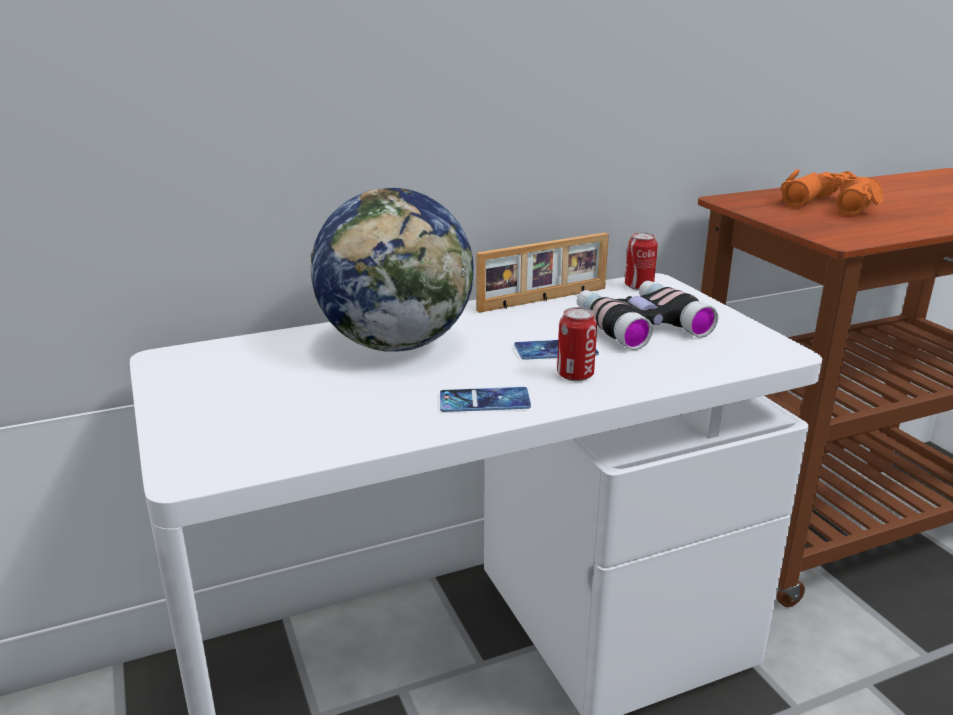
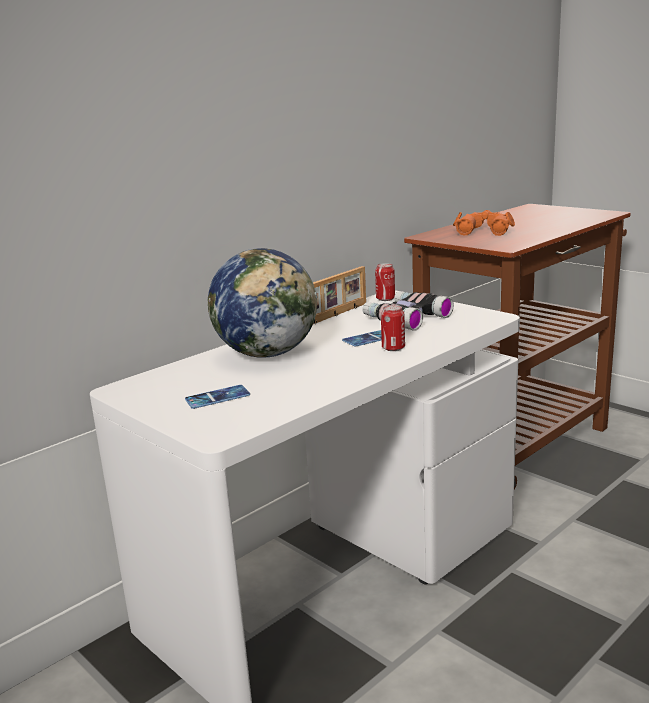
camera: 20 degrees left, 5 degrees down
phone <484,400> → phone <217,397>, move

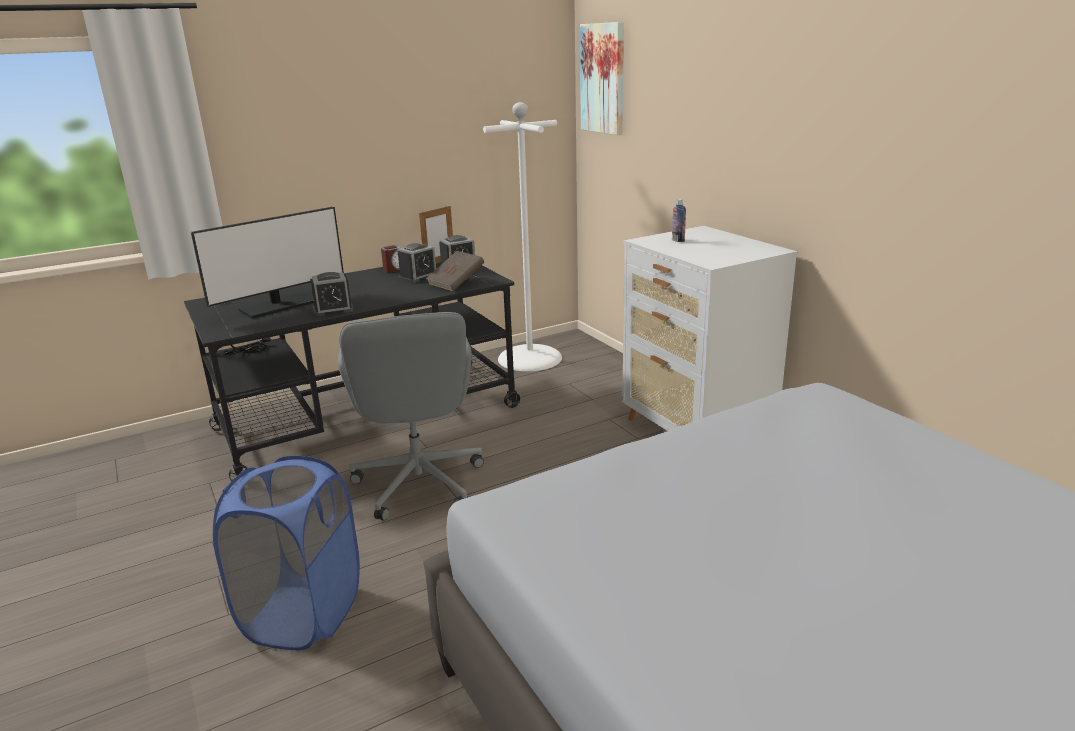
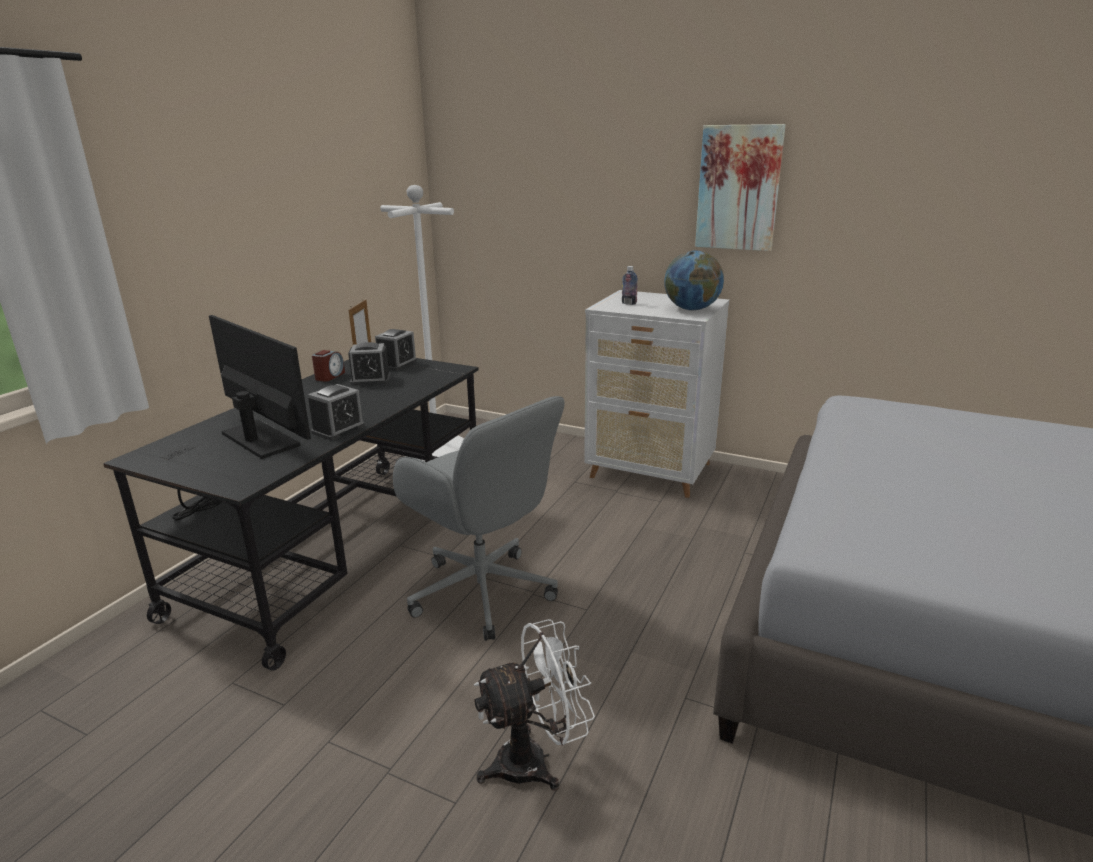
camera: 35 degrees left, 0 degrees up
brown book <456,283> → -
- → globe <691,309>
picture <603,78> → picture <738,188>, move
blue laundry basket <303,614> → white fan <534,760>
monitor <279,306> → monitor <260,439>, 60 degrees counterclockwise
alarm clock <418,277> → alarm clock <370,379>, 75 degrees clockwise

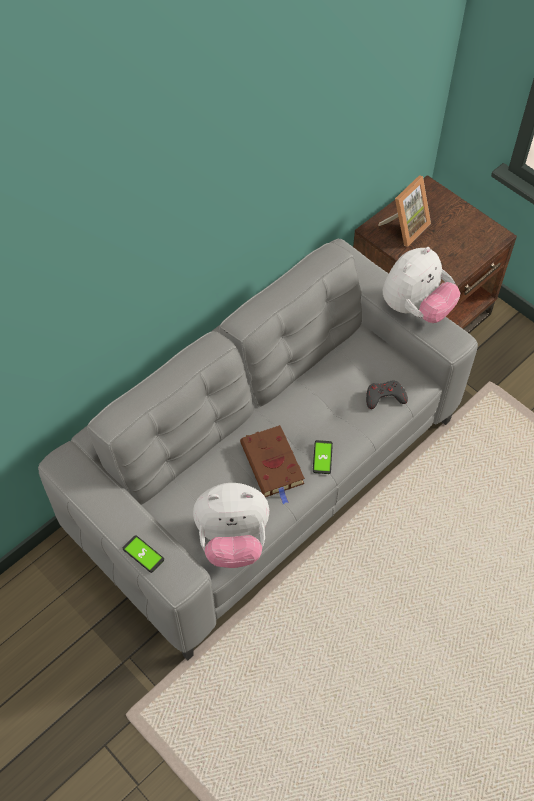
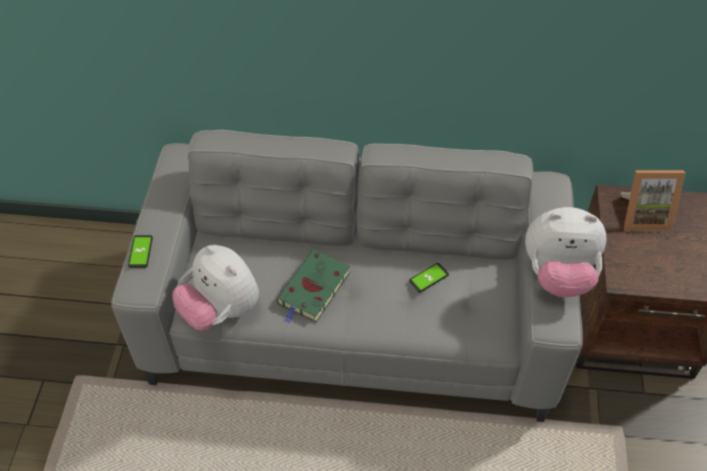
camera: 50 degrees right, 5 degrees down
grey game controller <384,397> → -
phone <322,457> → phone <428,278>, move
brown book <273,465> → green book <313,290>

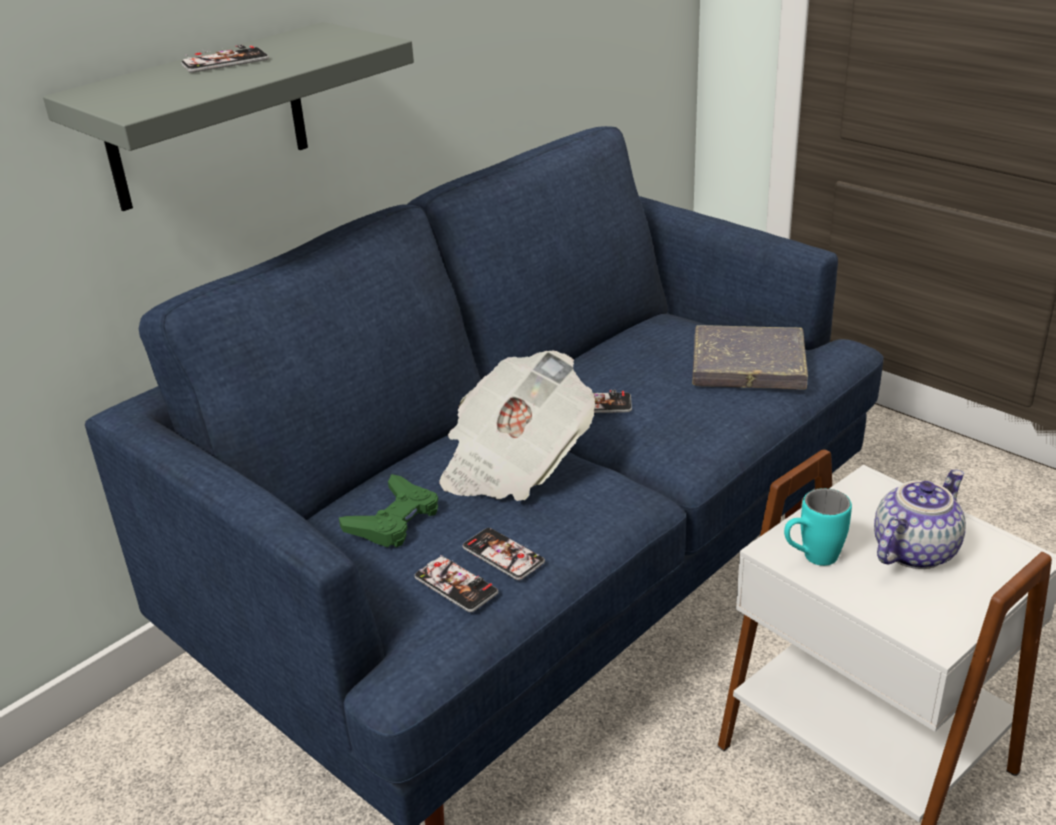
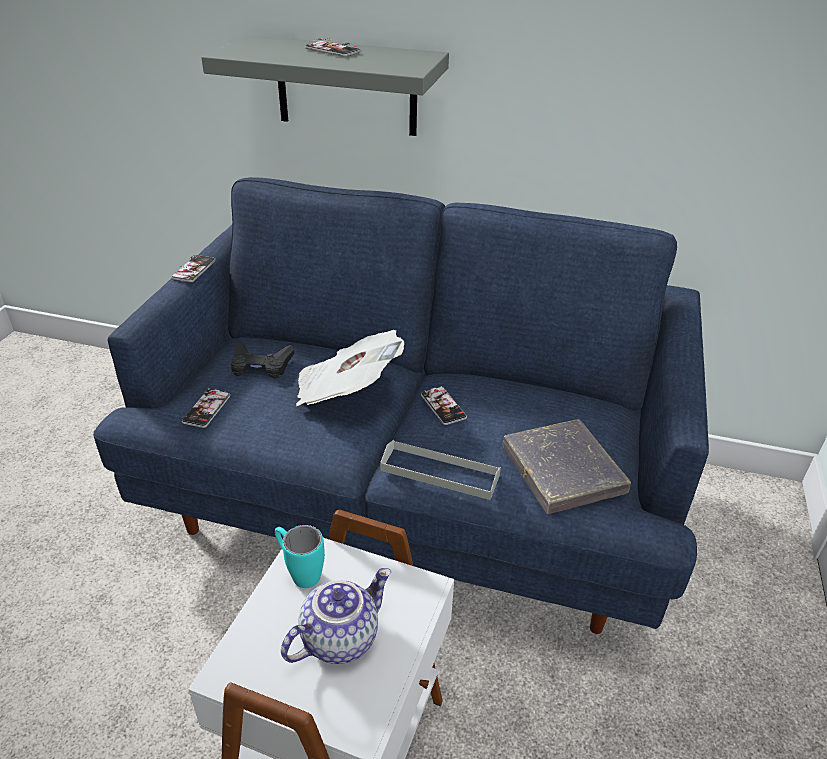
camera: 60 degrees right, 5 degrees up
- → grey tray <440,473>
phone <503,555> → phone <194,269>, move
green game controller <394,520> → black game controller <261,365>
teapot <913,550> → teapot <339,637>, 60 degrees counterclockwise

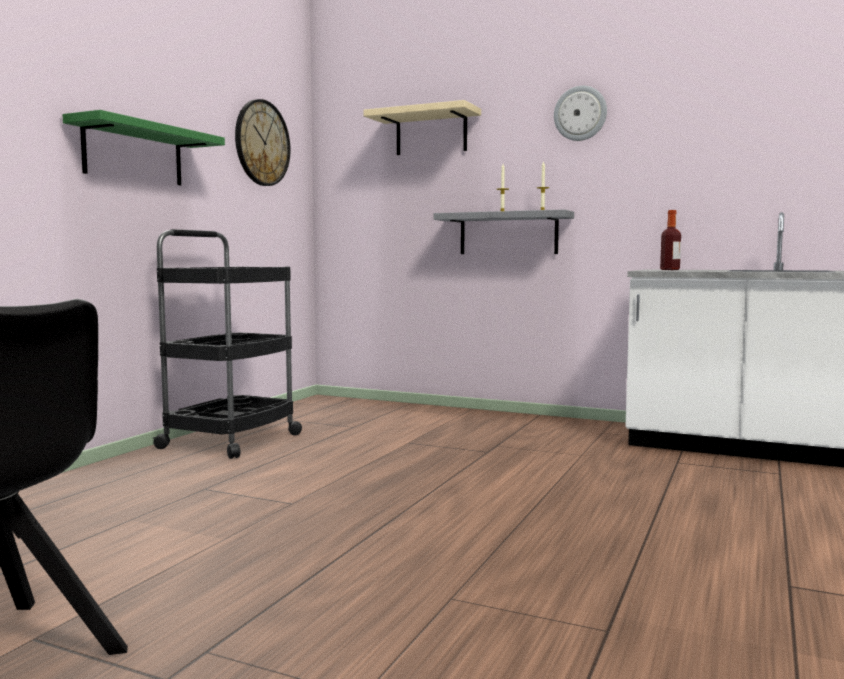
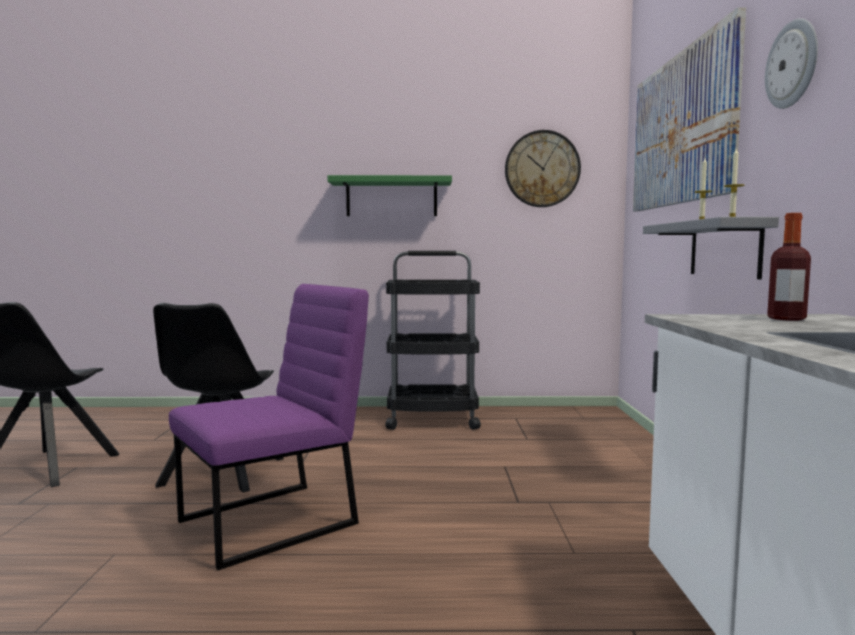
camera: 65 degrees right, 0 degrees up
- → black chair <221,473>
- → purple chair <274,521>
beige shelf <431,133> → picture <681,129>

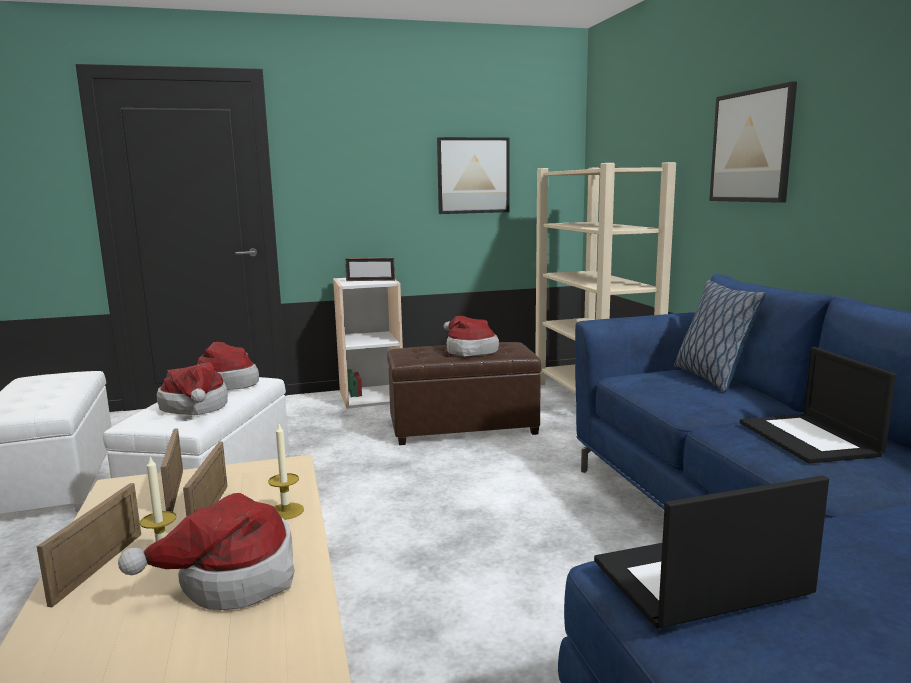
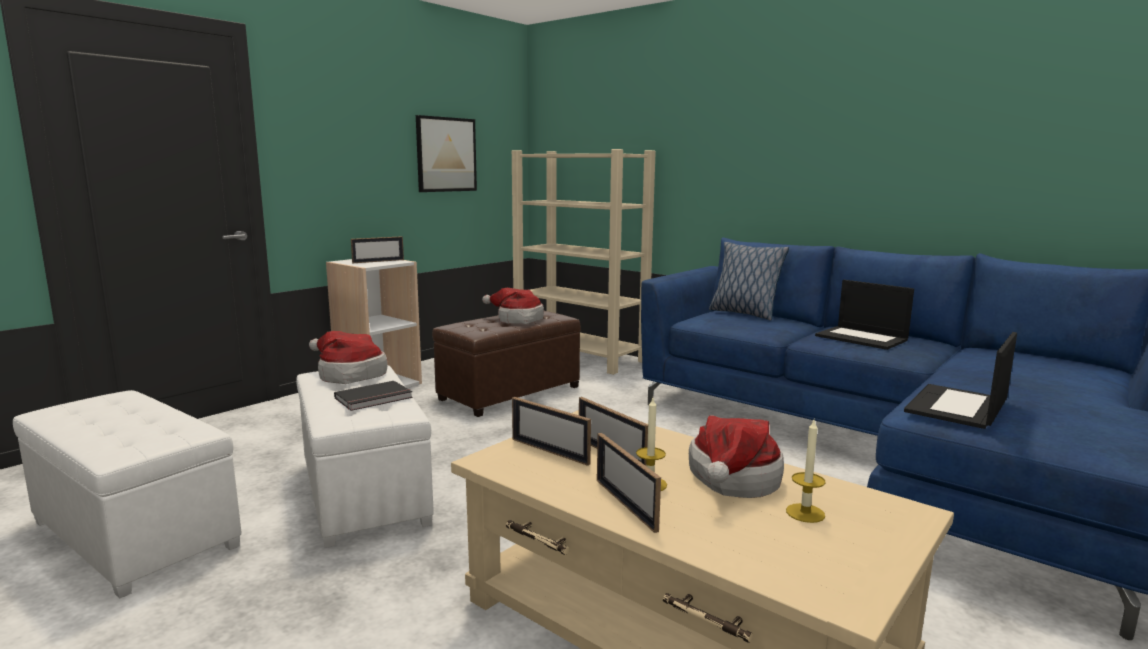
camera: 35 degrees left, 0 degrees up
picture <751,146> → -
candle <286,511> → candle <805,513>, move
hat <195,408> → black book <374,398>

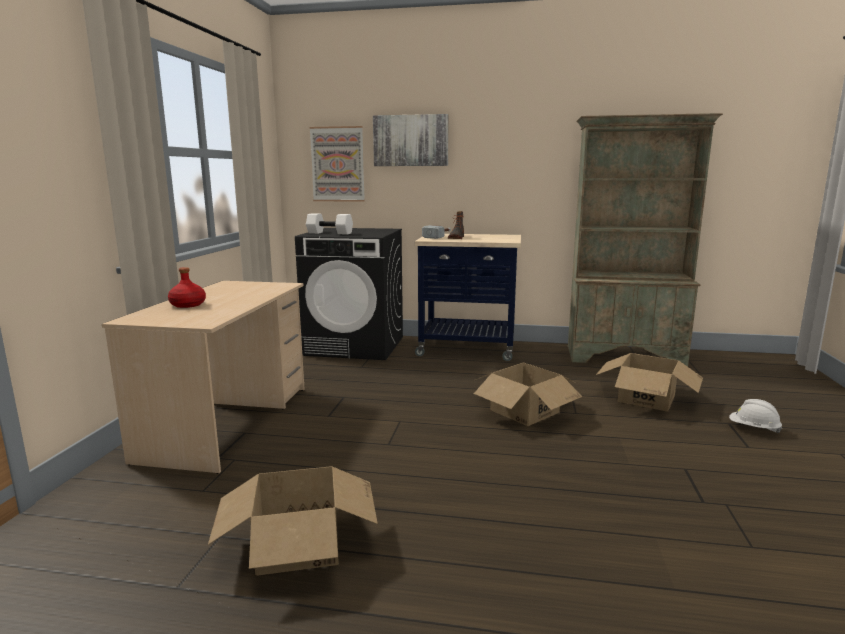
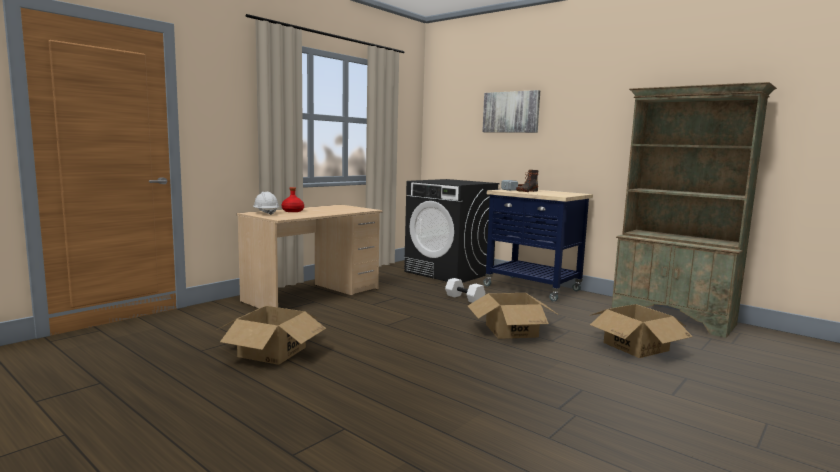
camera: 30 degrees right, 5 degrees down
picture <337,164> → -
white dumbbell <329,233> → white dumbbell <463,298>, move
white hard hat <753,429> → white hard hat <266,213>, move

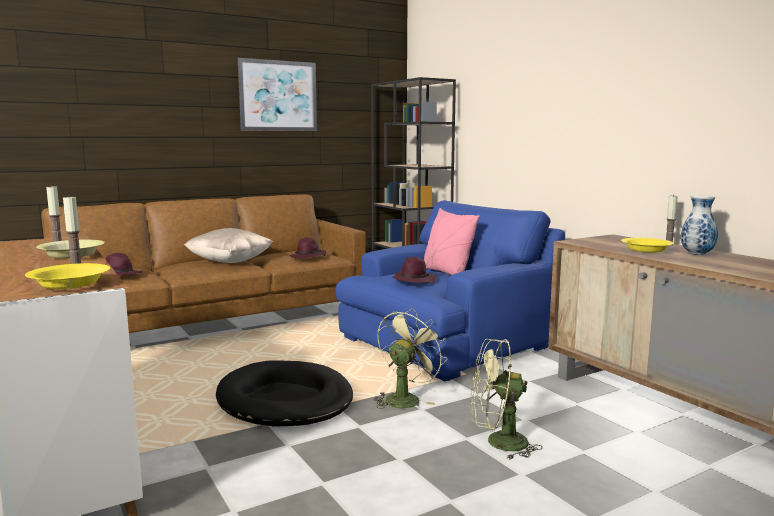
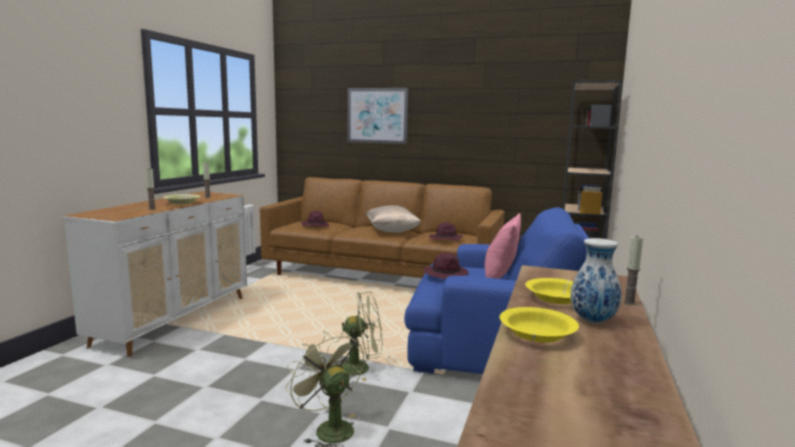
camera: 50 degrees right, 0 degrees up
black dog bed <285,400> → -
yellow bowl <69,285> → yellow bowl <537,334>, move
picture <278,96> → picture <377,115>, move

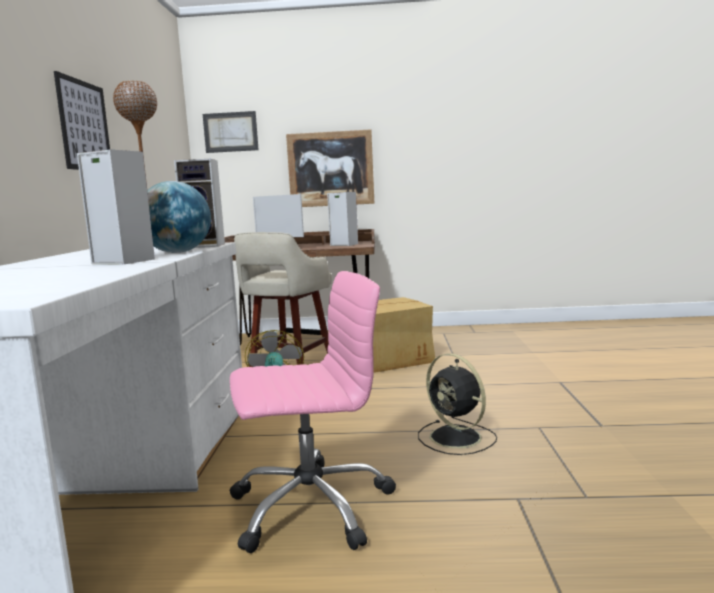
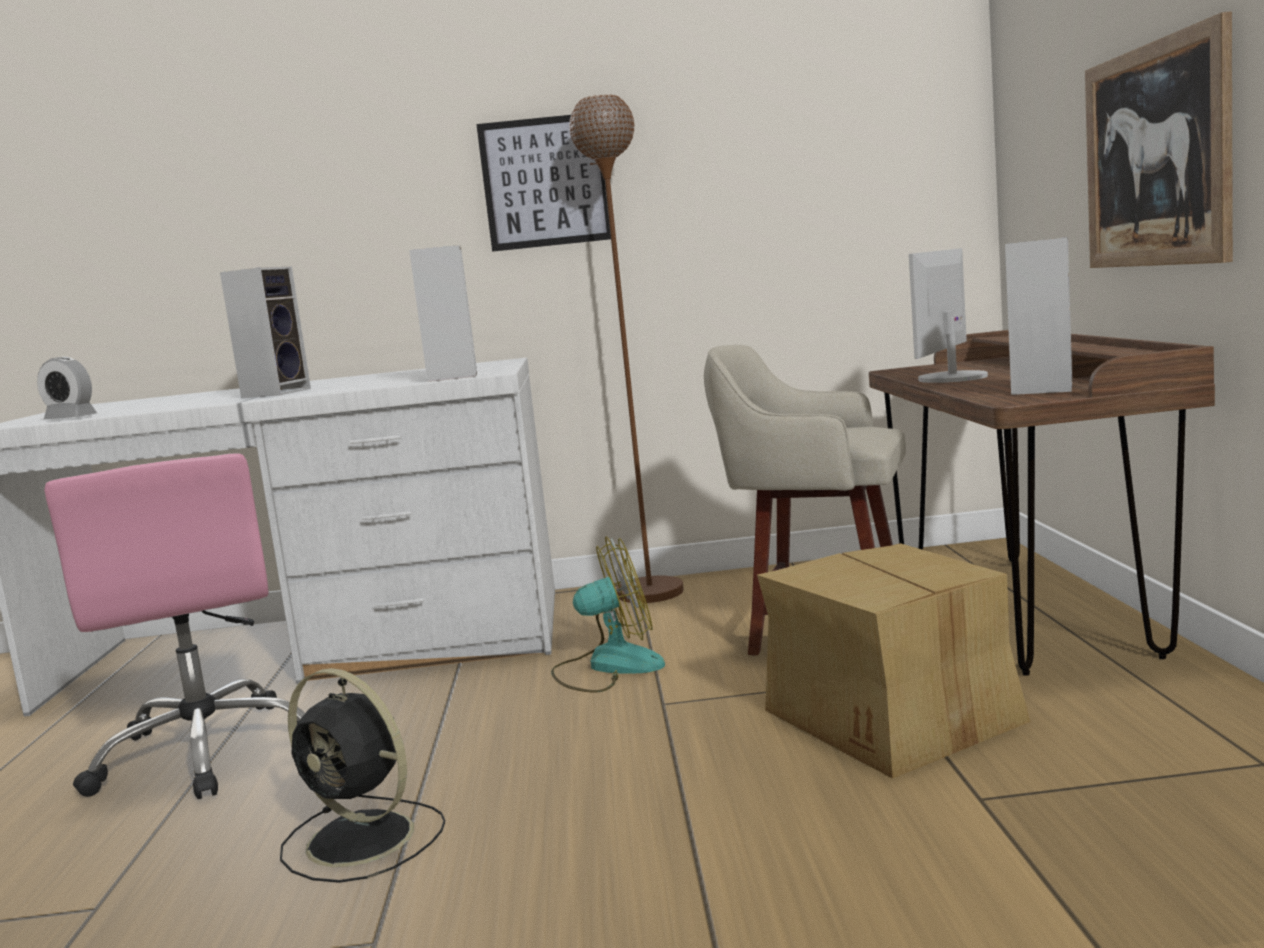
camera: 85 degrees right, 0 degrees up
globe <177,252> → -
picture <230,132> → -
- → alarm clock <71,418>
black fan <457,438> → black fan <364,840>, 105 degrees counterclockwise

